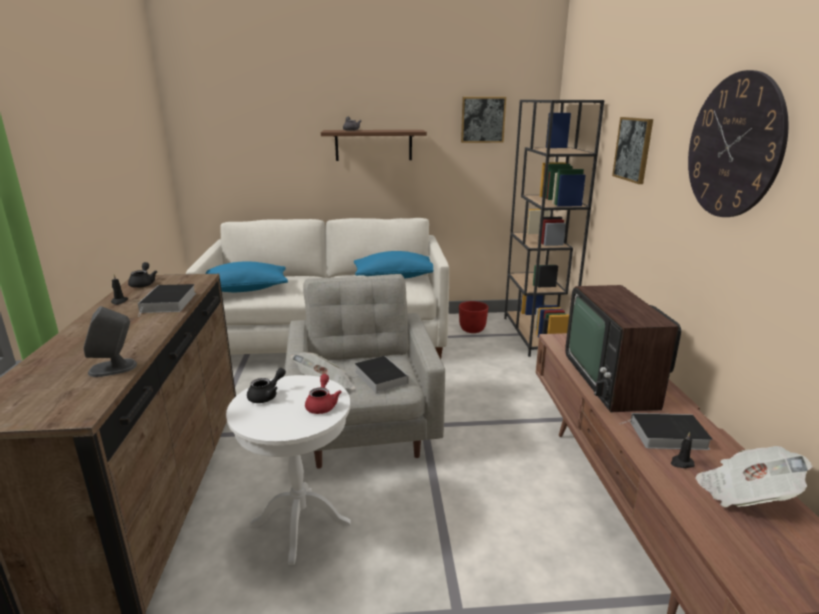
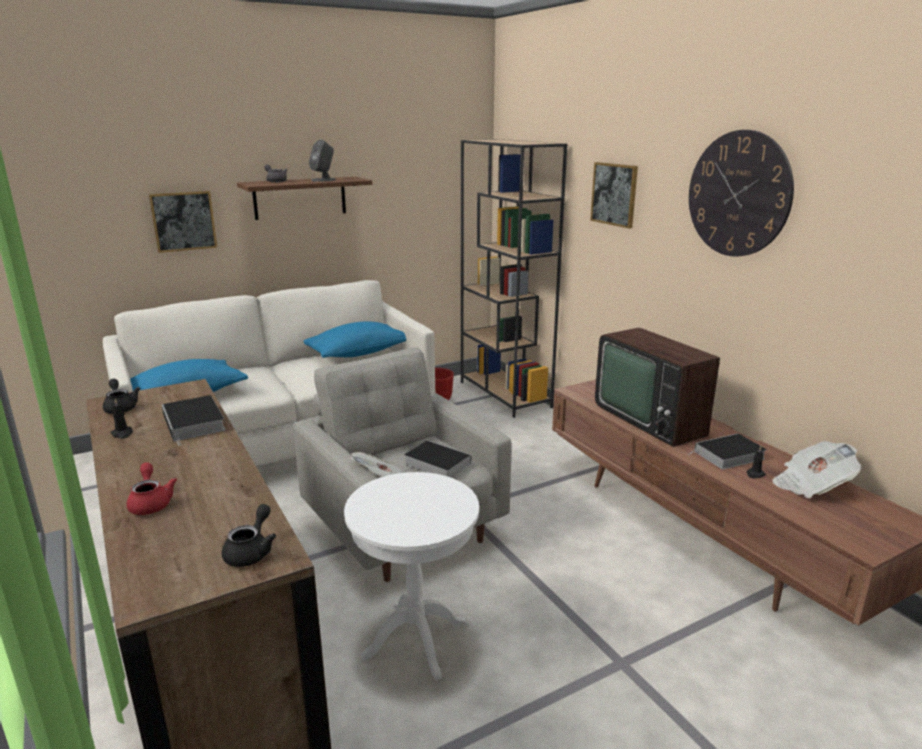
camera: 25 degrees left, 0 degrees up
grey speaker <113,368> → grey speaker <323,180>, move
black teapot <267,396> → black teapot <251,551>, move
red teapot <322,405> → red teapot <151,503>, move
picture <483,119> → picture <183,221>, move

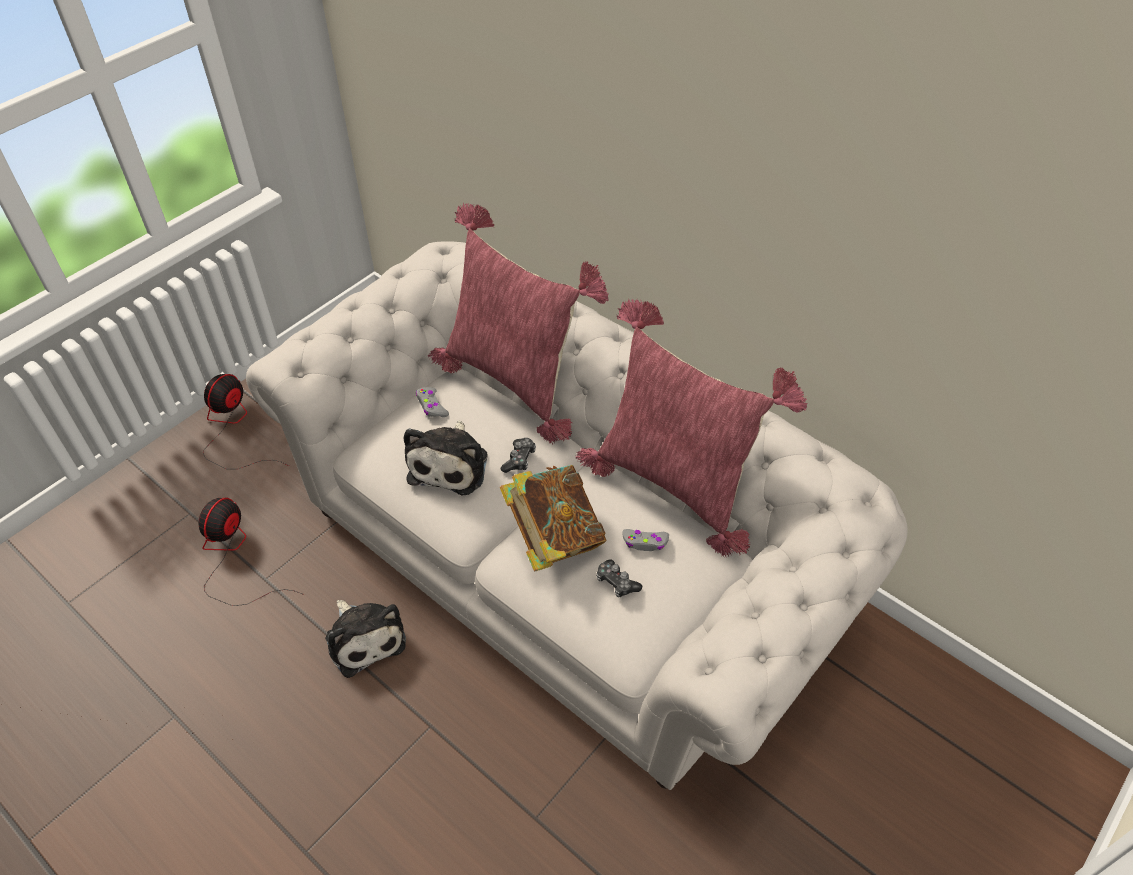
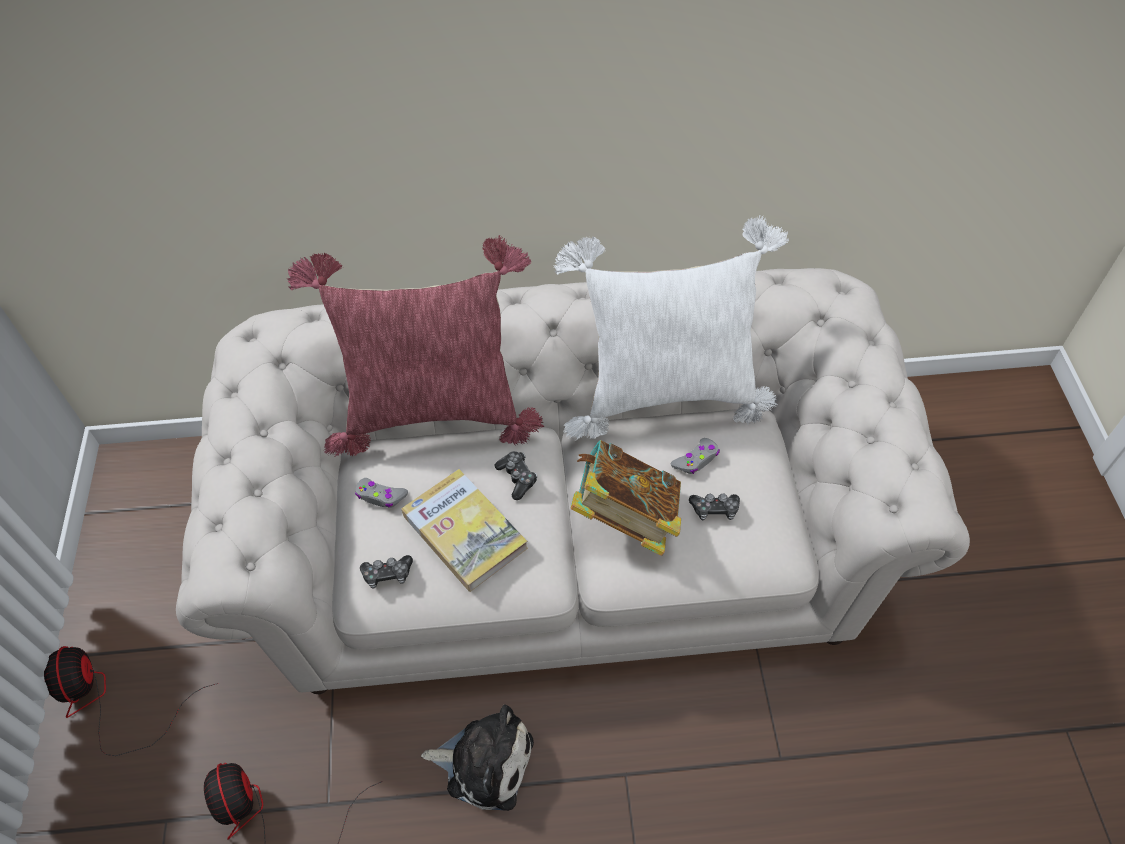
camera: 45 degrees left, 5 degrees up
- → game controller <387,575>
plush toy <450,464> → book <464,532>
red pillow <675,491> → white pillow <663,402>

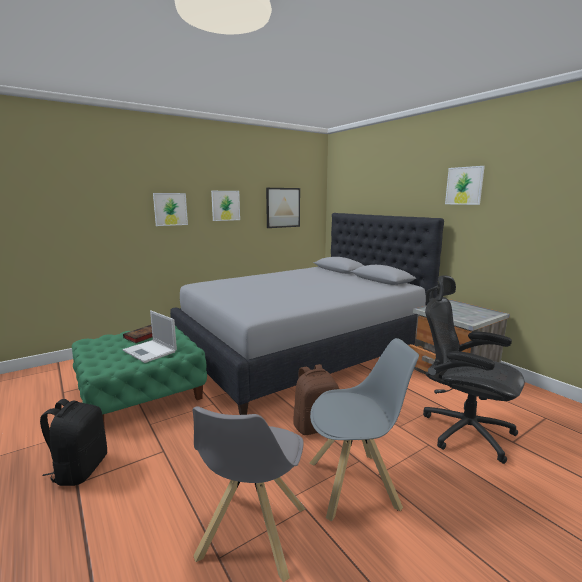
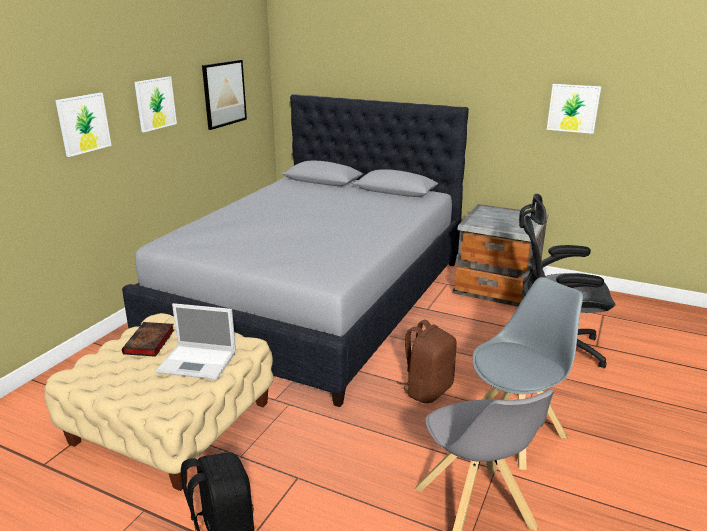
camera: 30 degrees left, 10 degrees up
picture <464,185> → picture <573,108>, move
green ottoman <141,392> → beige ottoman <172,423>

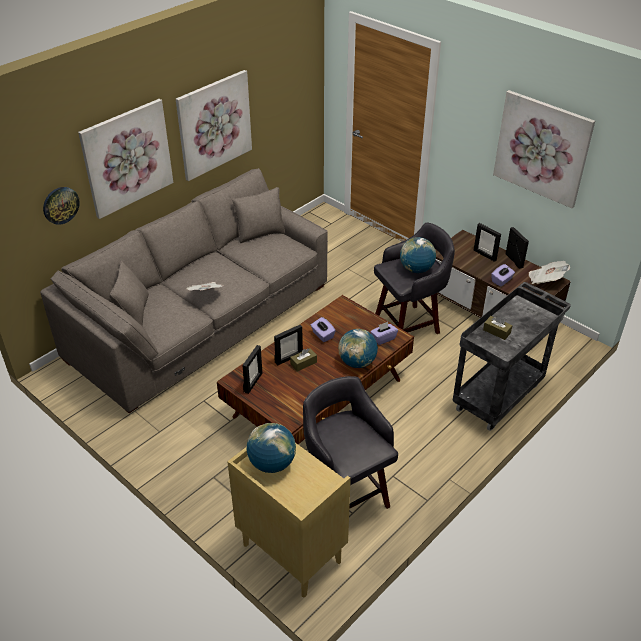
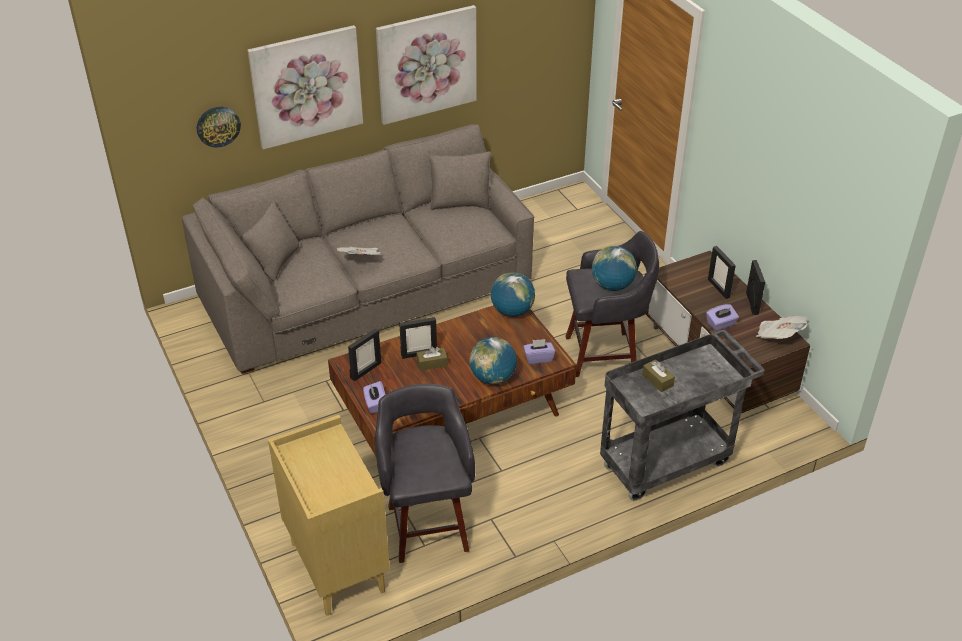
camera: 20 degrees right, 0 degrees up
picture <542,148> → -
globe <272,463> → globe <512,311>, move
purple tissue box <322,335> → purple tissue box <375,404>, move

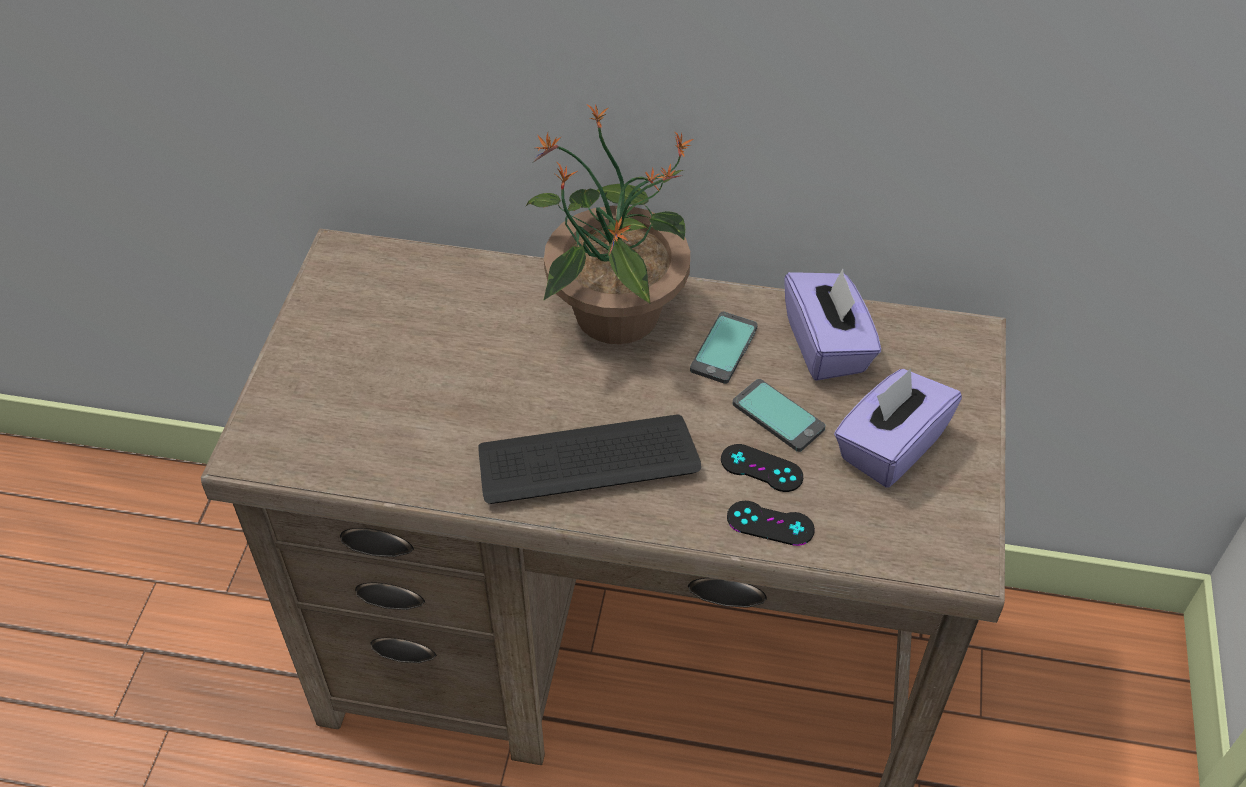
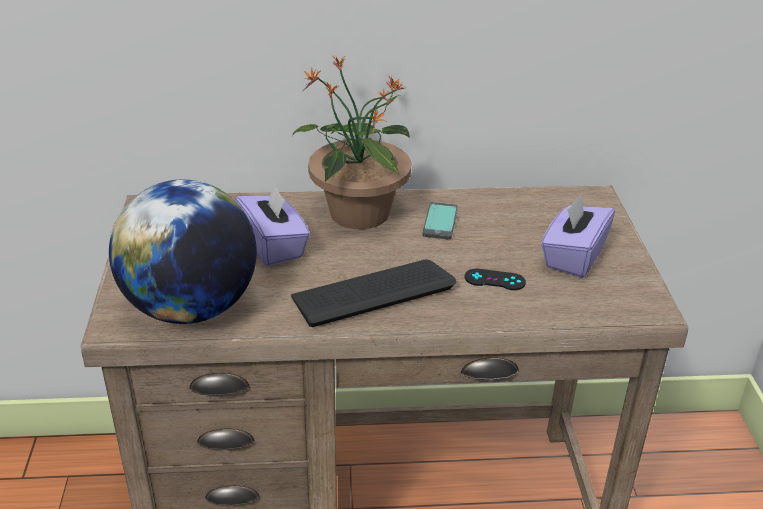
camera: 15 degrees left, 15 degrees down
black game controller <770,523> → -
phone <778,416> → -
- → globe <191,308>
purple tissue box <827,346> → purple tissue box <274,246>, move

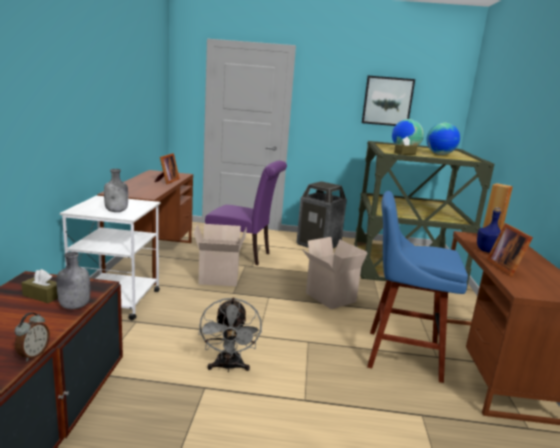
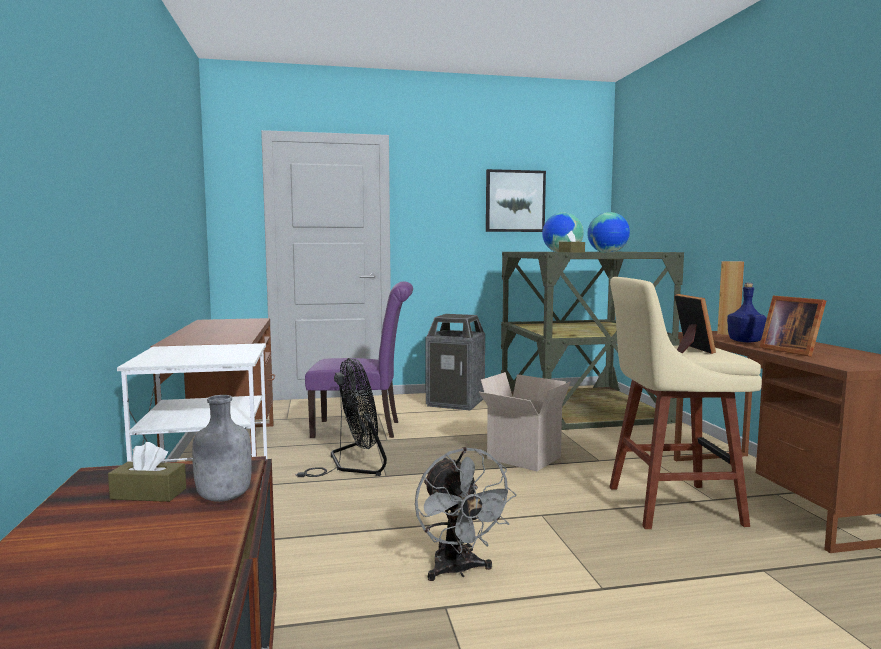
camera: 15 degrees left, 10 degrees down
alarm clock <33,354> → -
grey bottle <117,211> → -
picture frame <167,181> → picture frame <689,349>, move
cardboard box <218,279> → black fan <349,462>
blue stool <400,354> → beige stool <670,505>

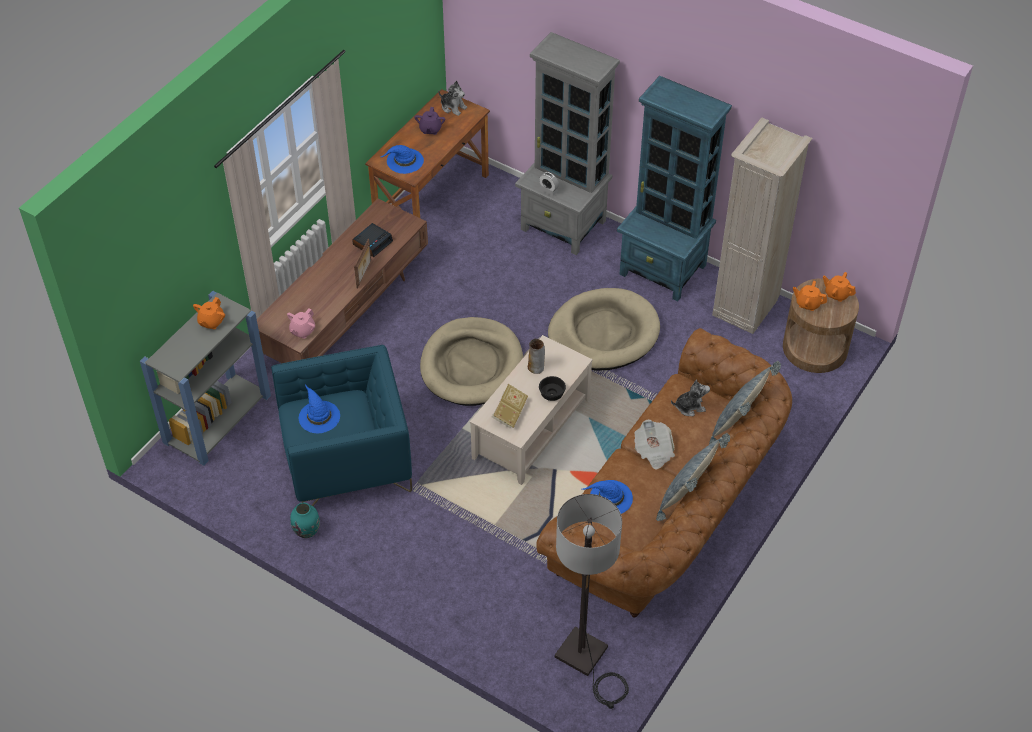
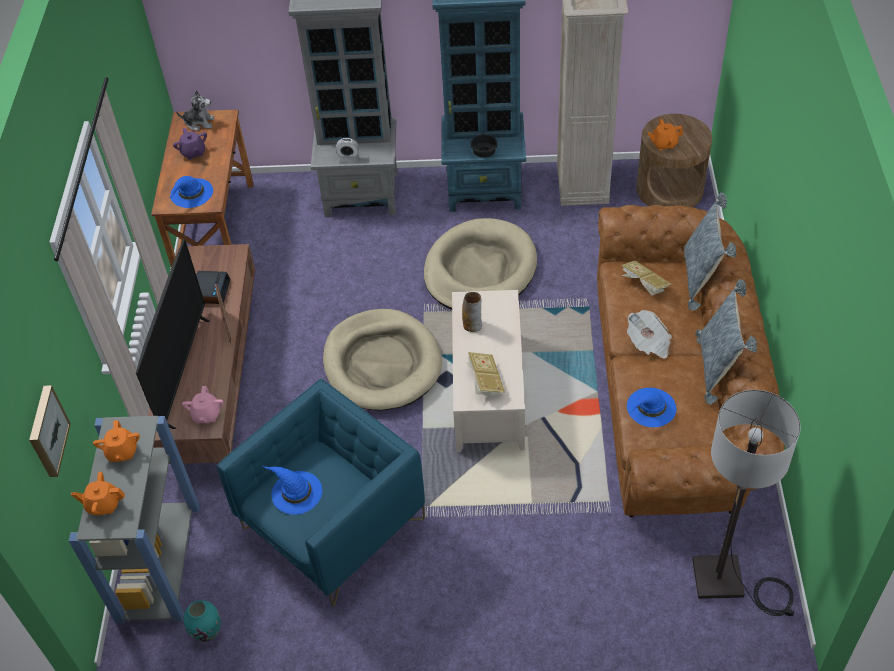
camera: 30 degrees left, 0 degrees up
- → picture <46,431>
- → television <184,372>
turquoise vase <307,531> → turquoise vase <207,631>, move
black bowl <551,394> → black bowl <483,153>, move
orange teapot <836,294> → orange teapot <103,504>, move
plush toy <689,407> → book <644,285>

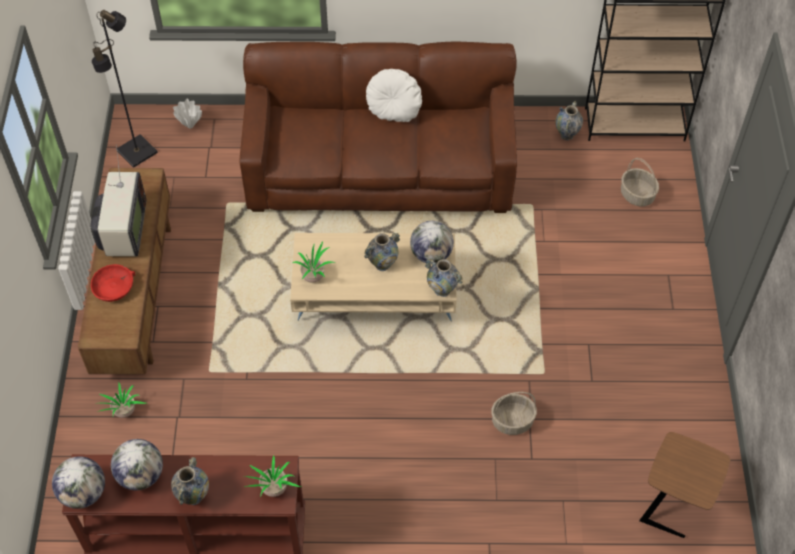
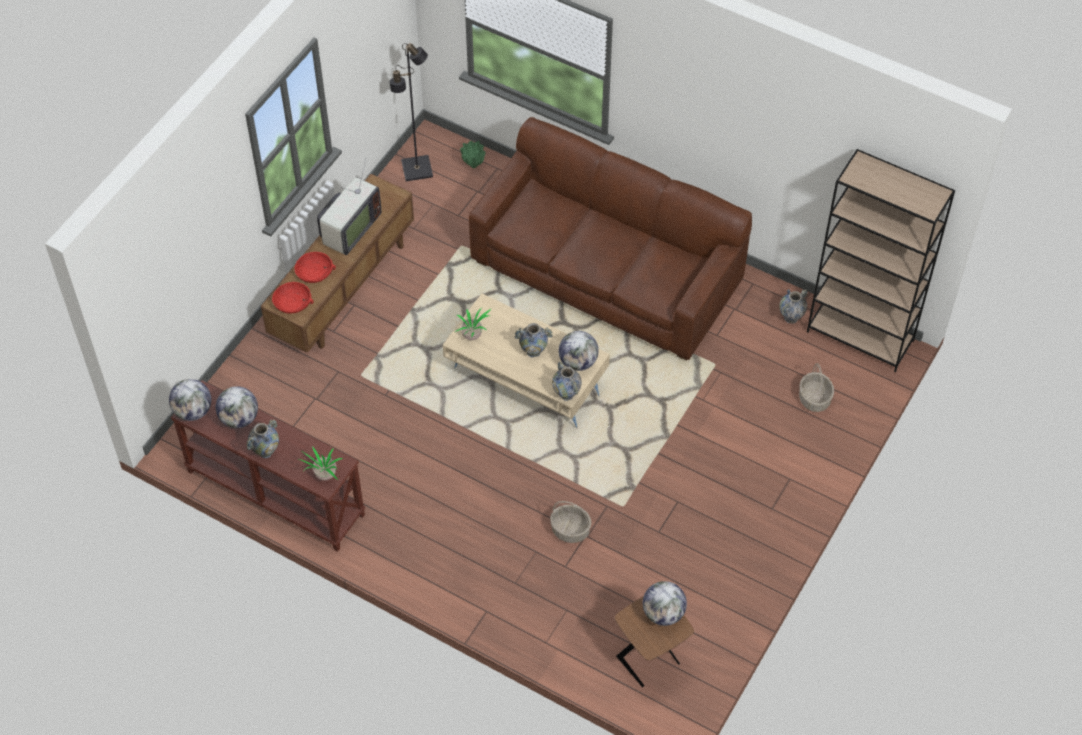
camera: 30 degrees right, 0 degrees up
potted plant <125,413> → -
white pillow <394,113> → -
- → red bowl <293,302>
- → globe <663,613>
white vase <189,126> → green vase <473,165>

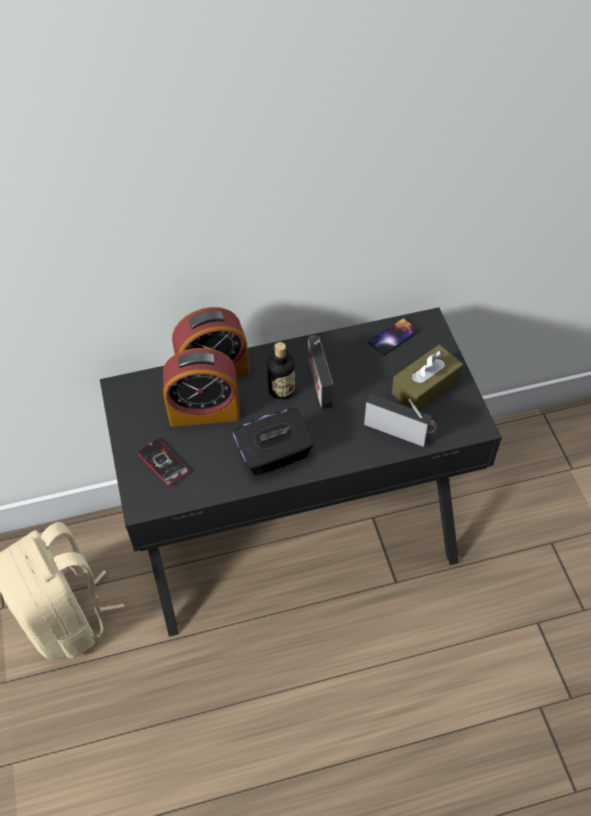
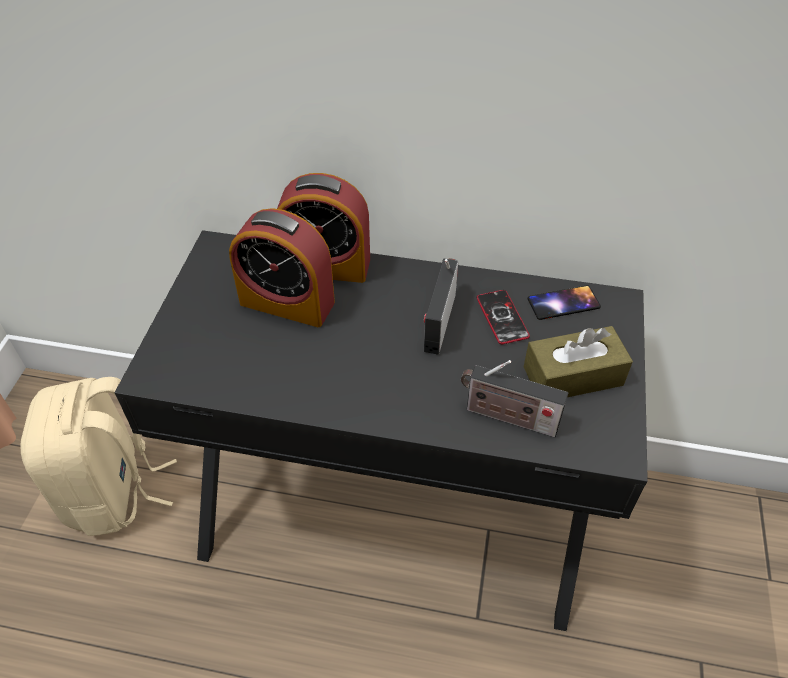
camera: 25 degrees right, 5 degrees down
black tissue box <274,455> → -
bottle <281,390> → -
phone <163,462> → phone <502,317>, move
radio <399,431> → radio <507,417>, 150 degrees clockwise

